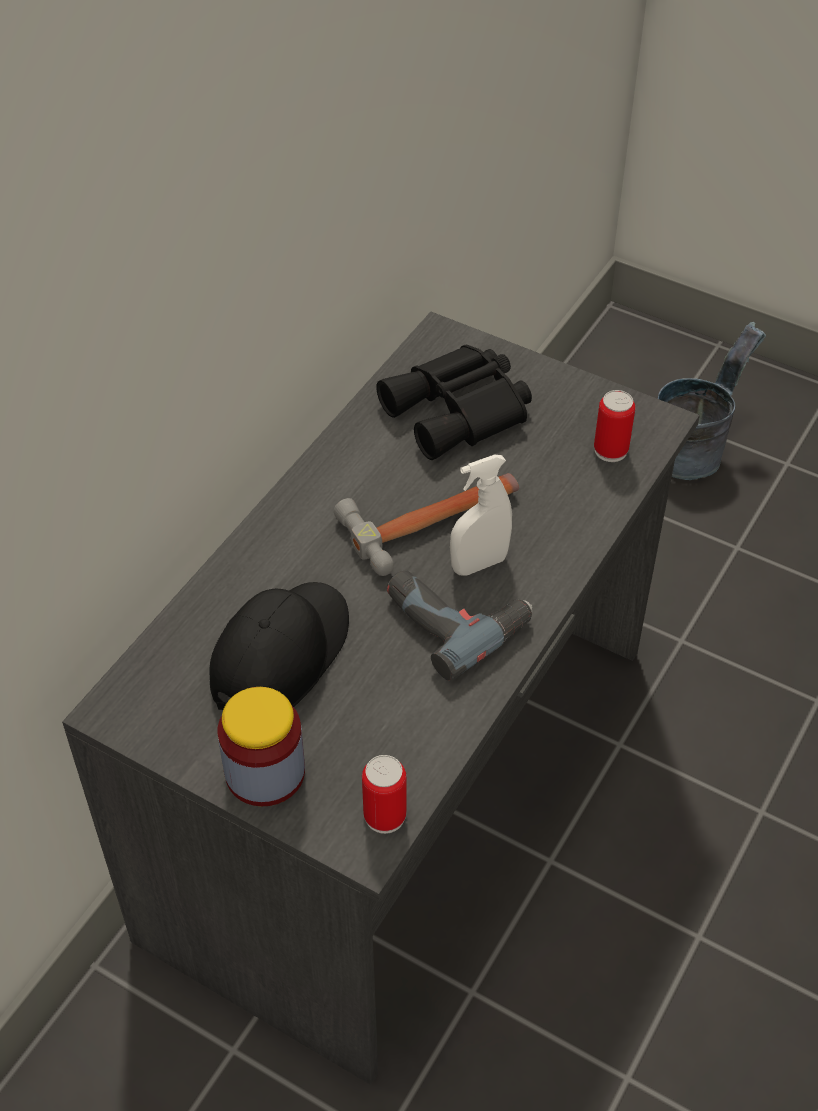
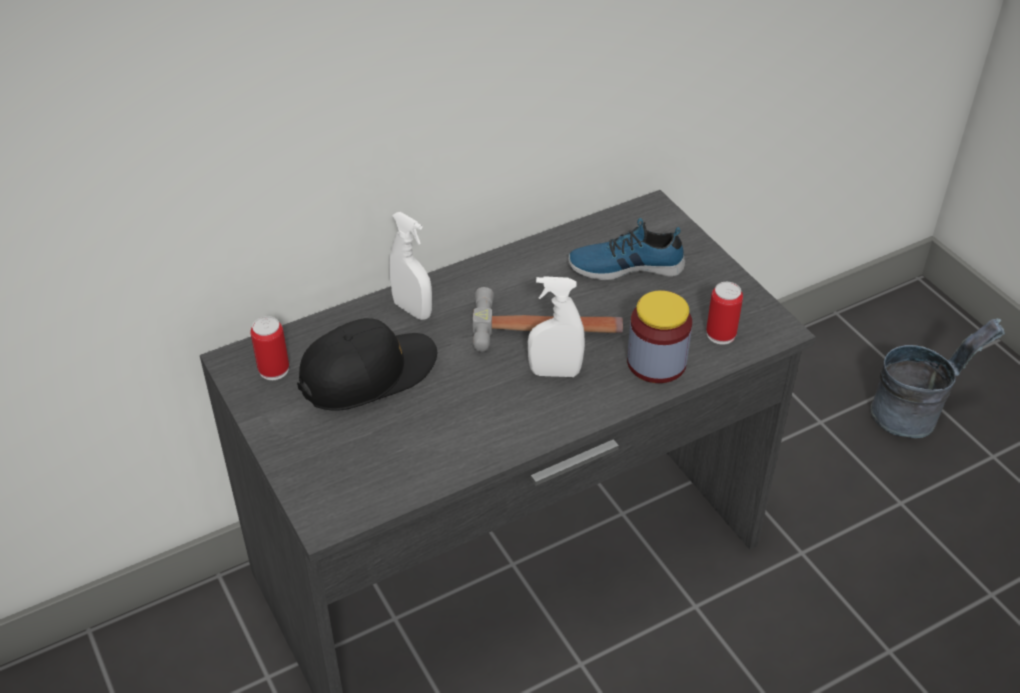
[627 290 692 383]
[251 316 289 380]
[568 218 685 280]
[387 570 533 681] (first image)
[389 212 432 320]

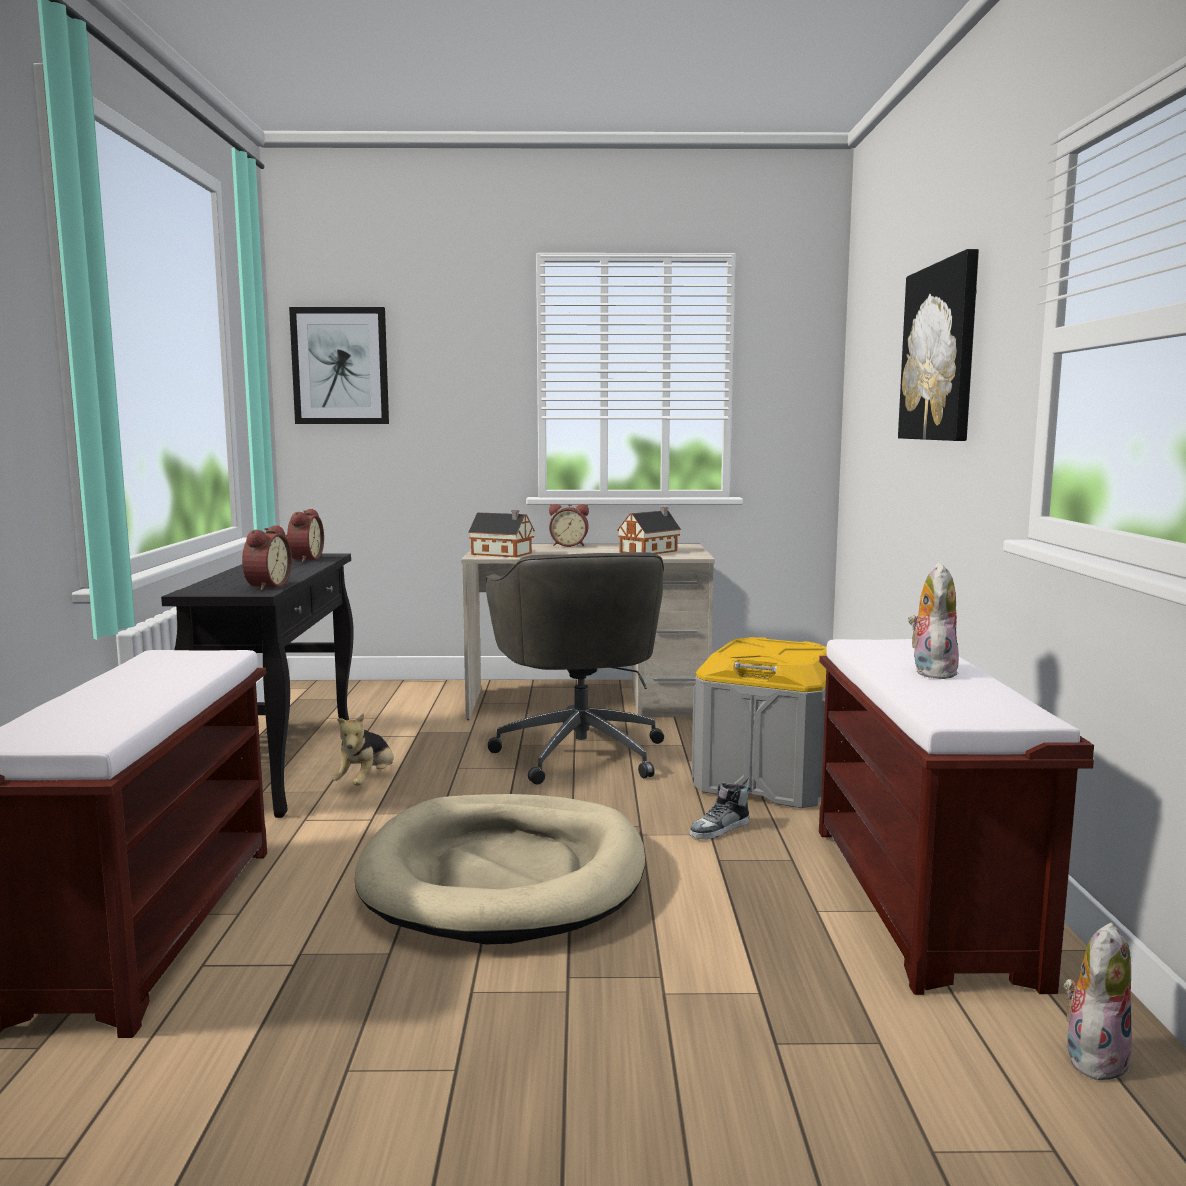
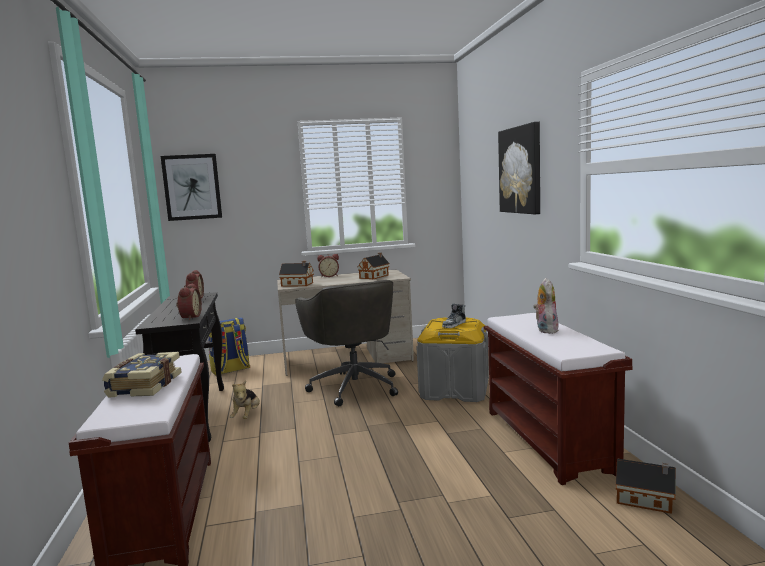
[355 794 645 944] (first image)
[442 304 466 328]
[616 459 676 514]
[102 352 181 397]
[208 317 250 376]

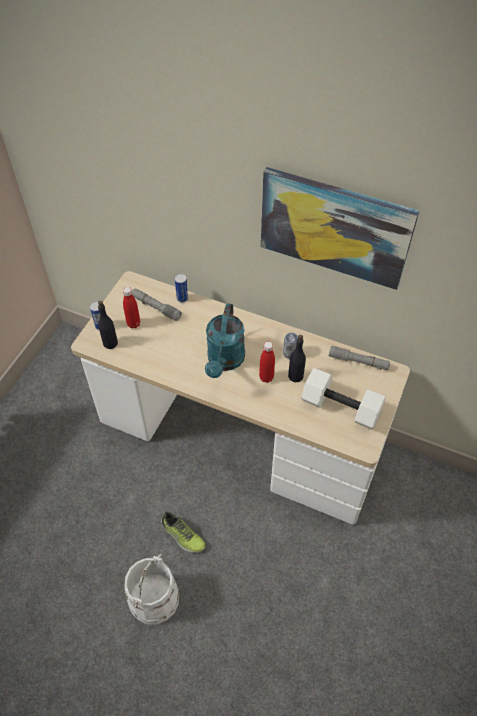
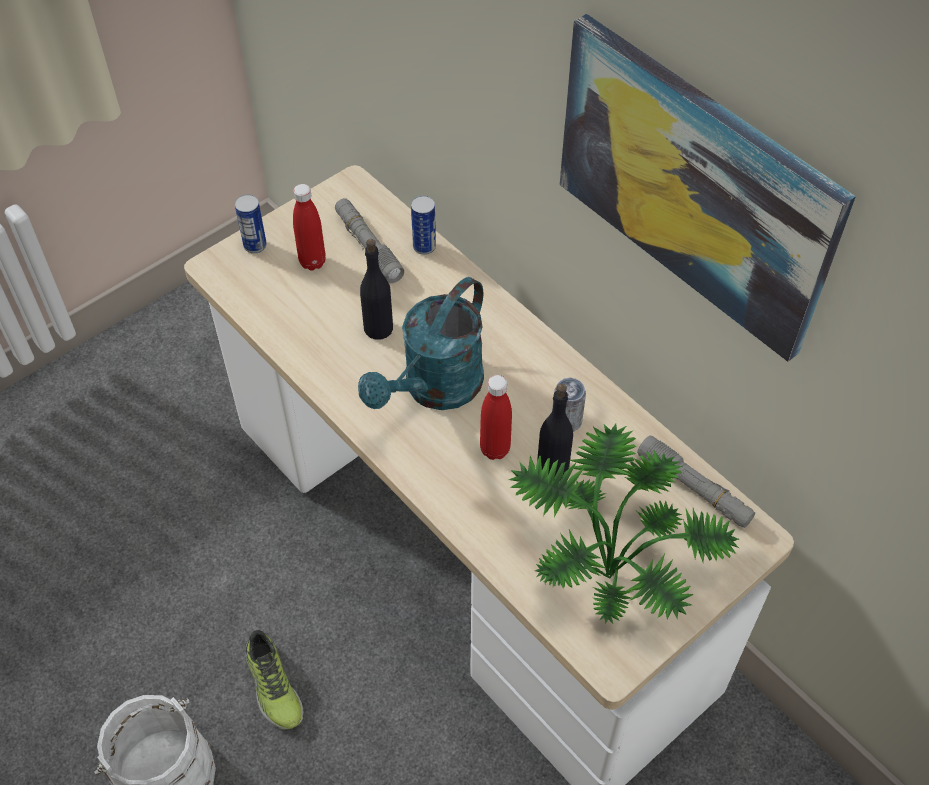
[360 239 393 340]
[509 424 739 624]

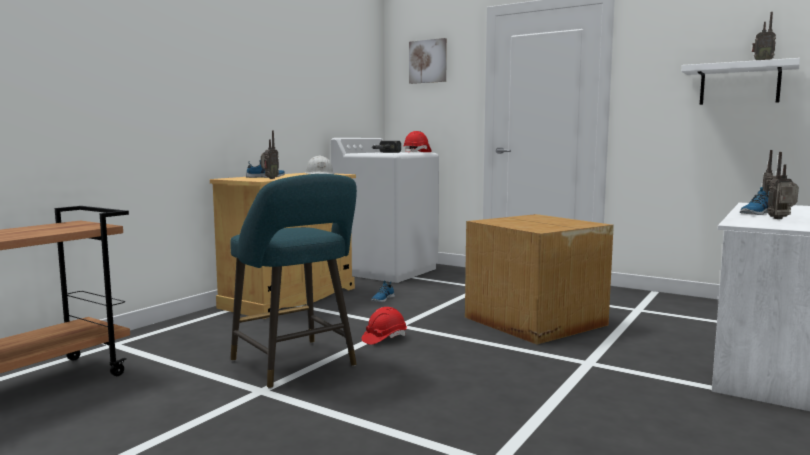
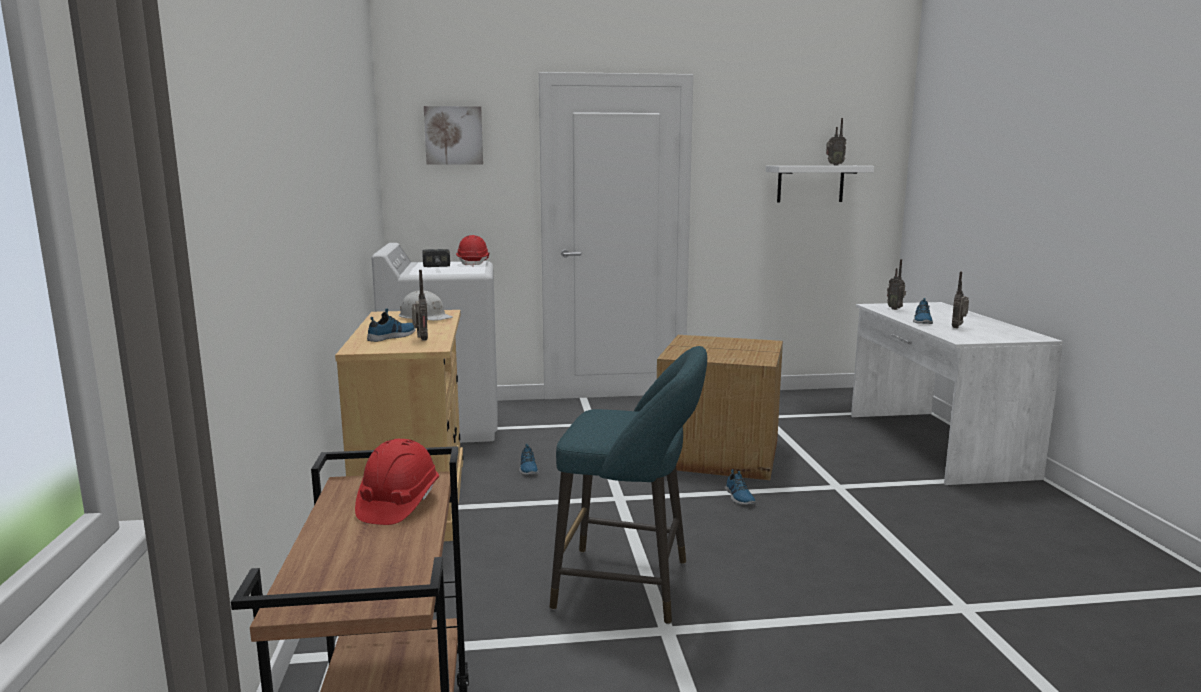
[355 439 439 525]
[725 469 756 505]

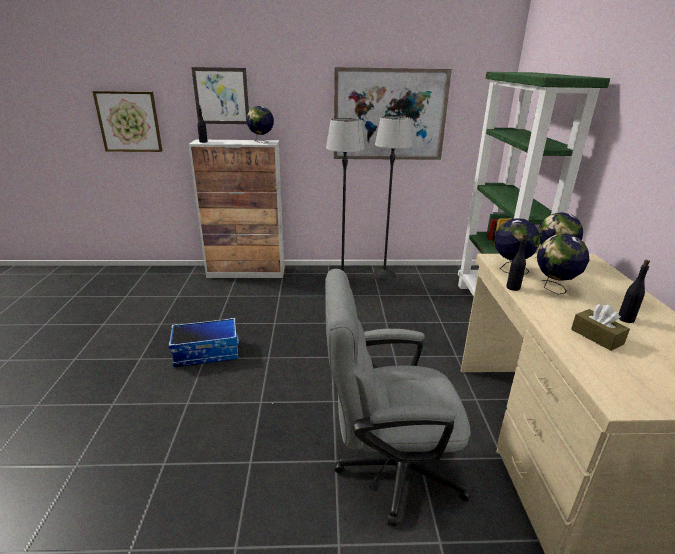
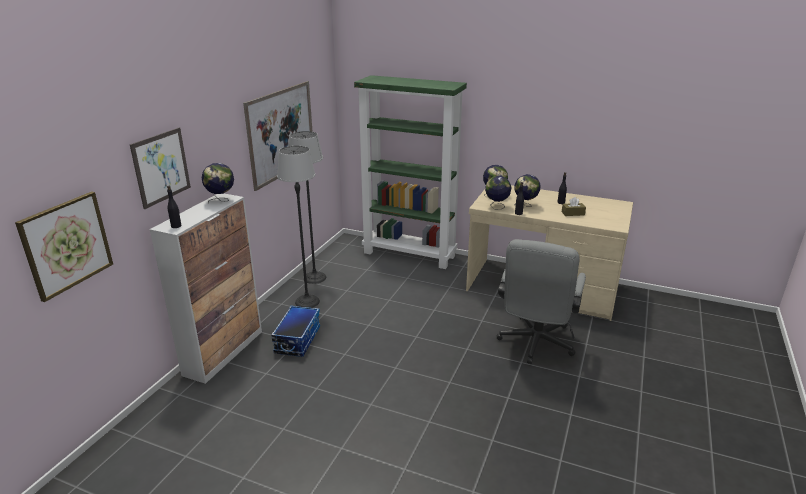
[271 306 320 357]

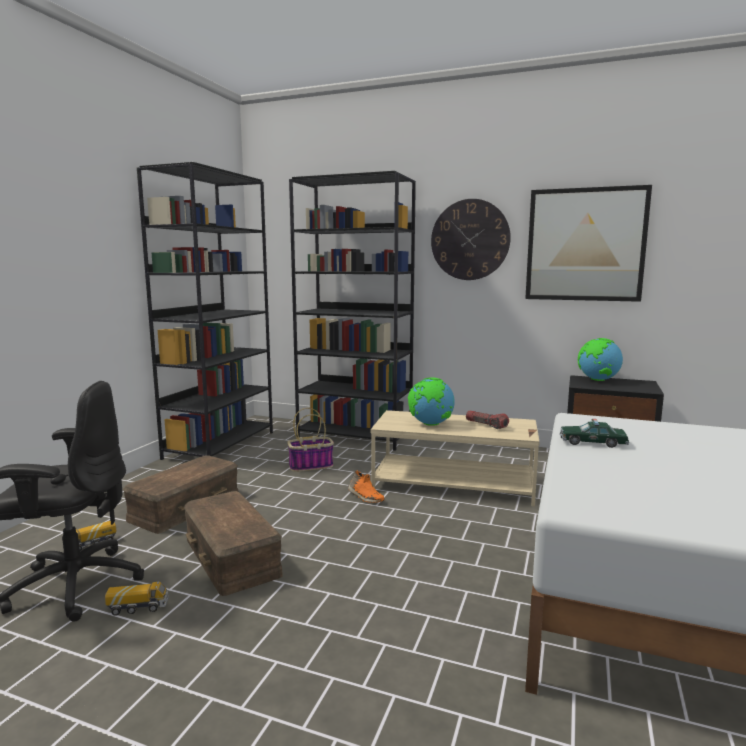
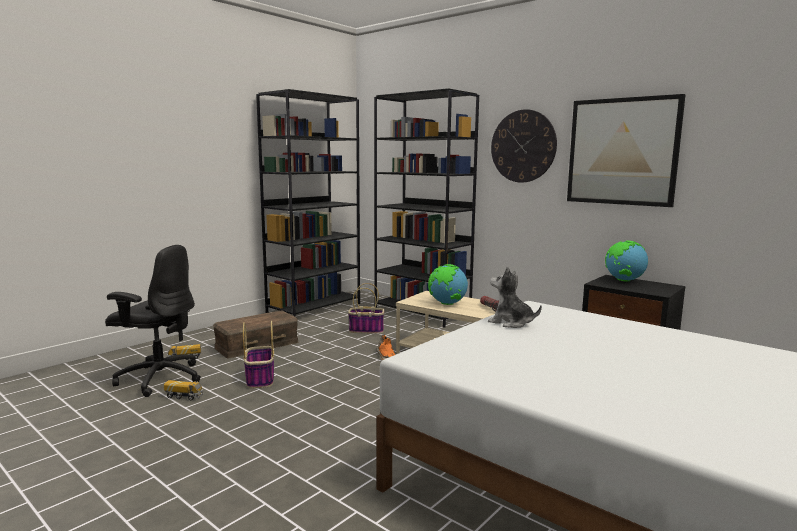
[243 321 274 388]
[488 267 542 328]

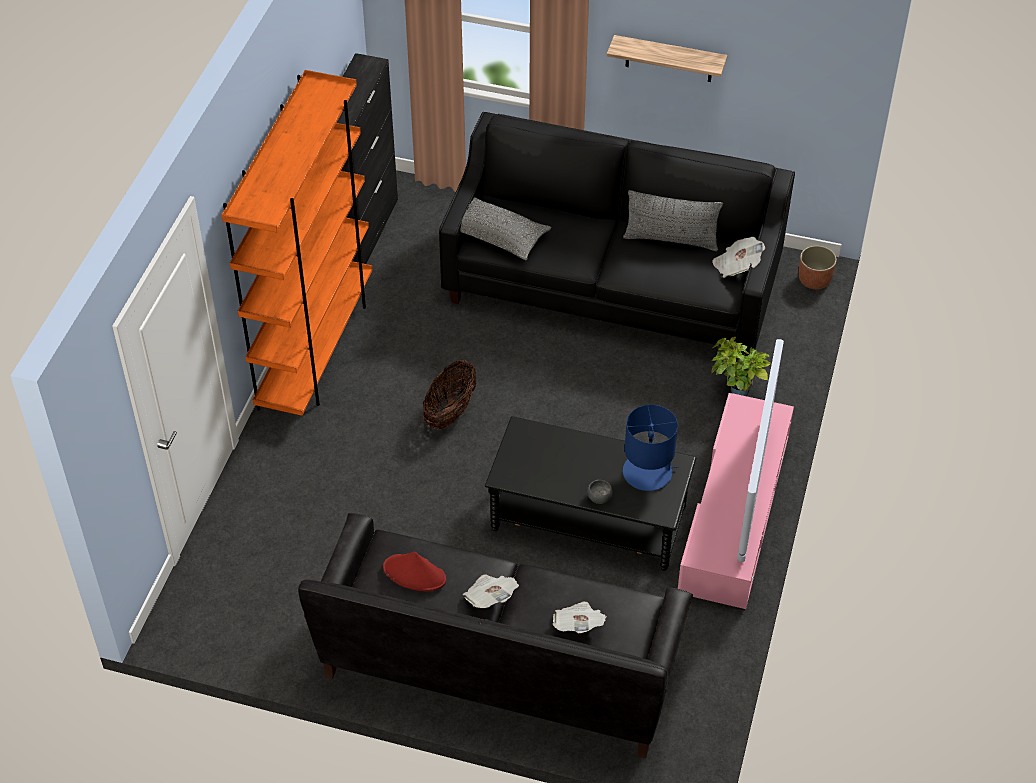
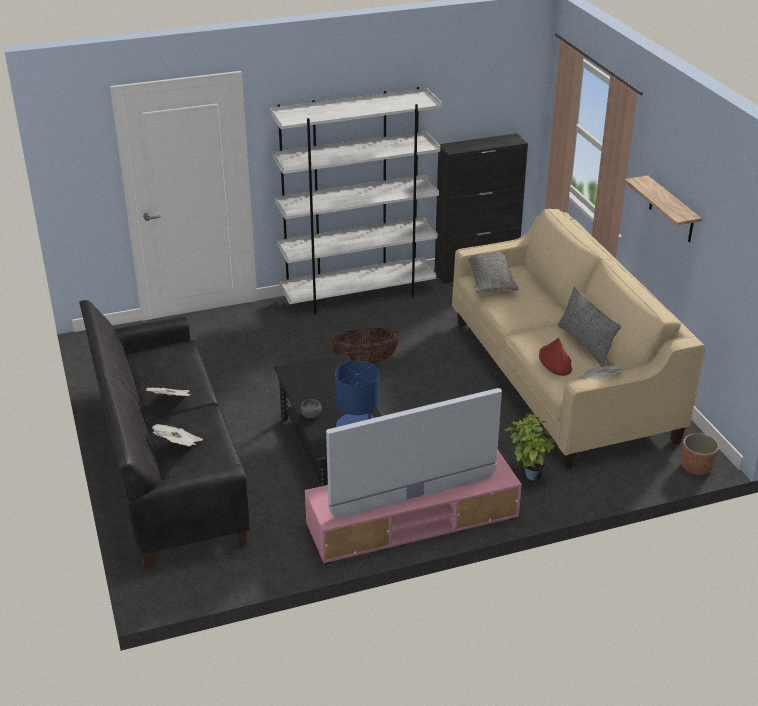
[270 87 442 315]
[539 338 572 376]
[452 208 706 469]

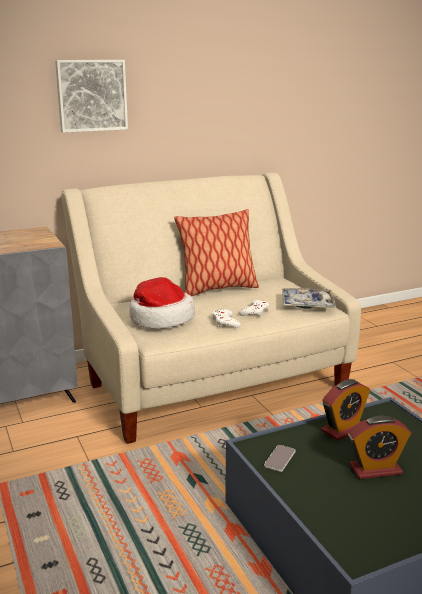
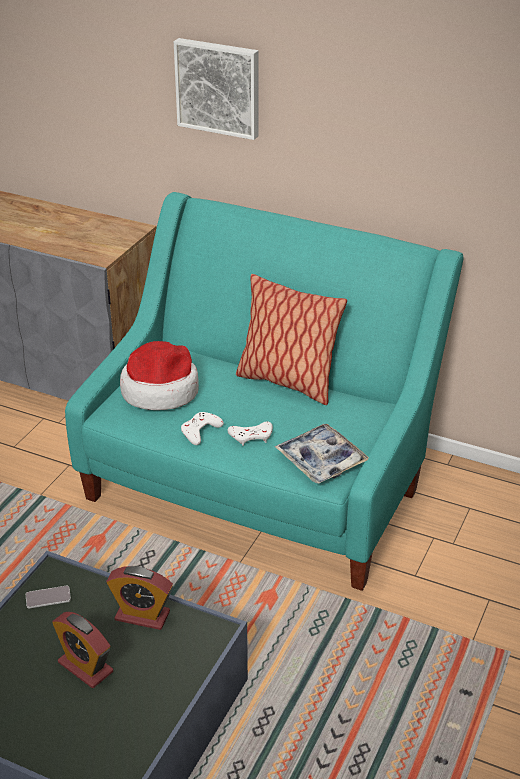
[65 192 464 591]

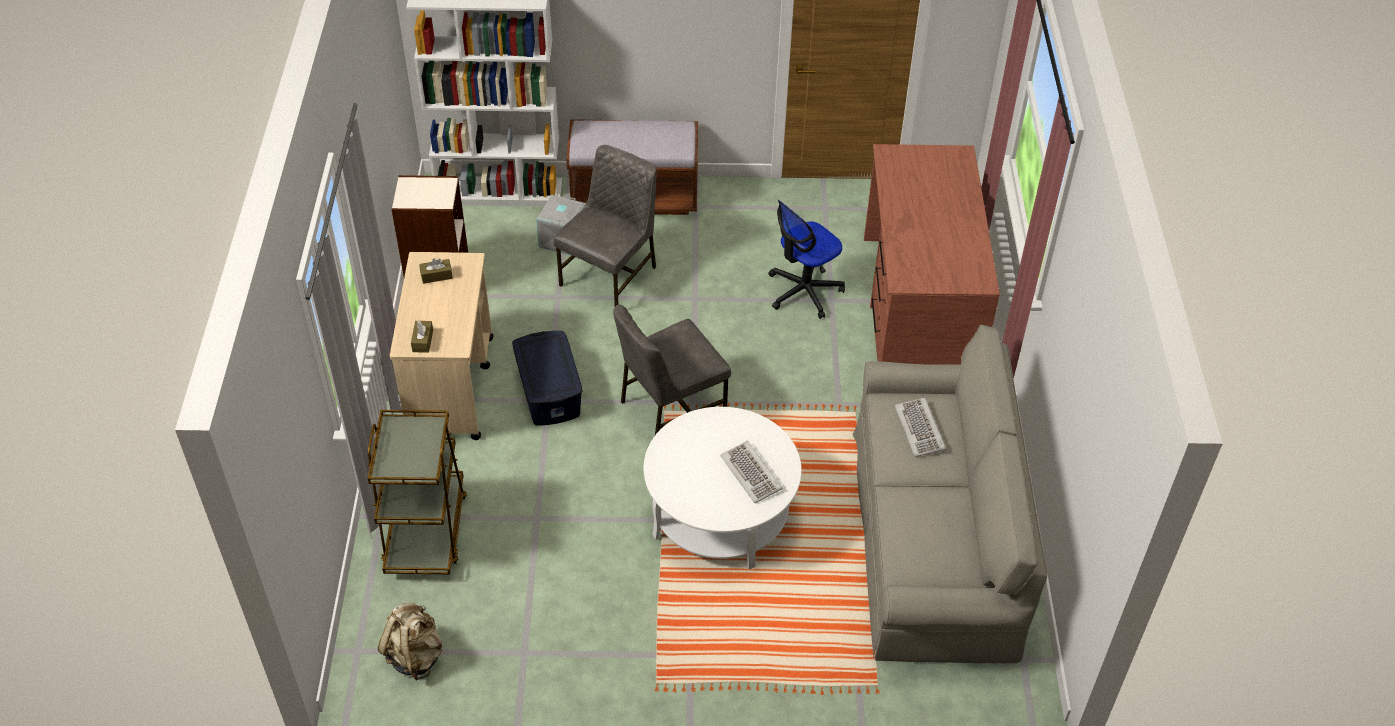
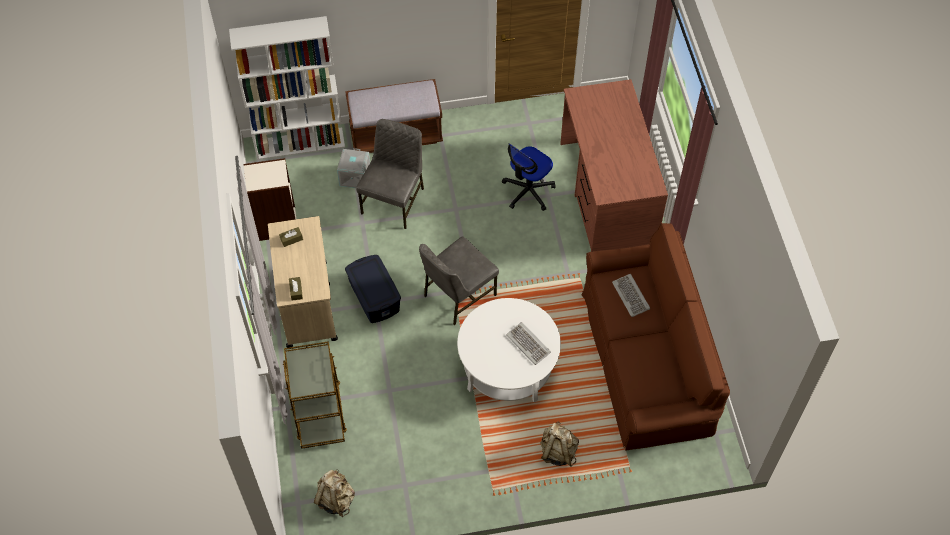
[581 223 730 450]
[540 422 579 467]

